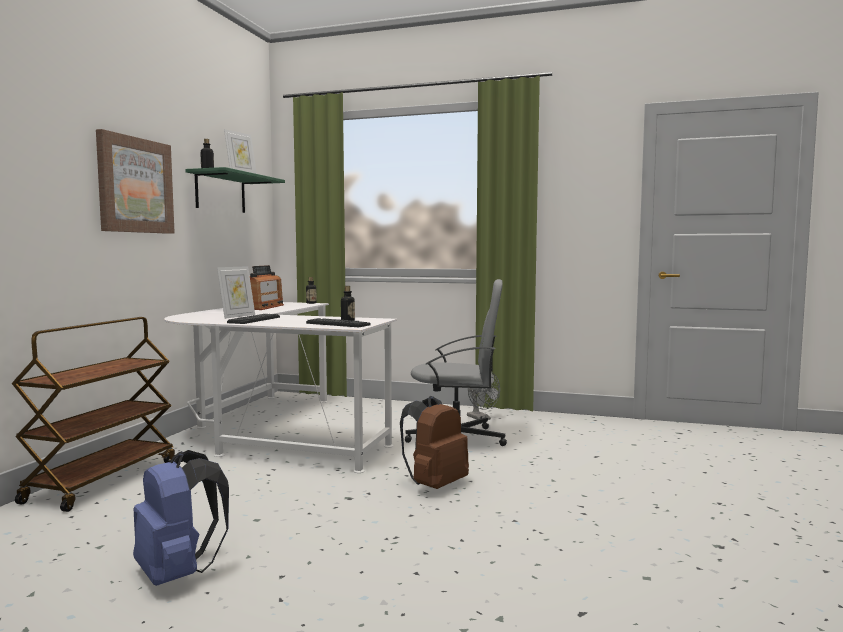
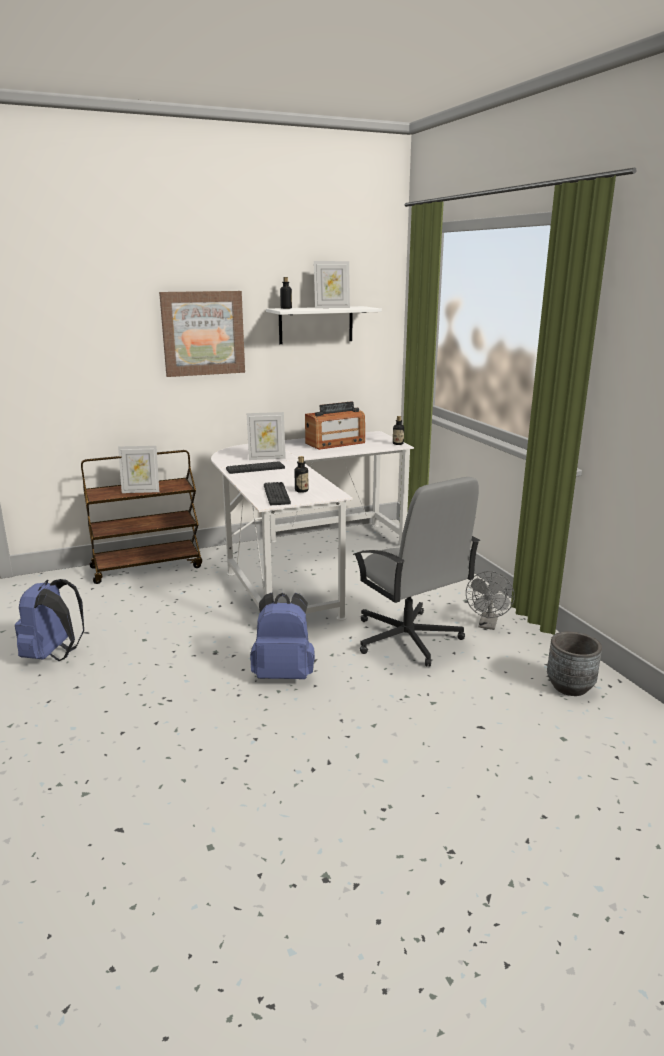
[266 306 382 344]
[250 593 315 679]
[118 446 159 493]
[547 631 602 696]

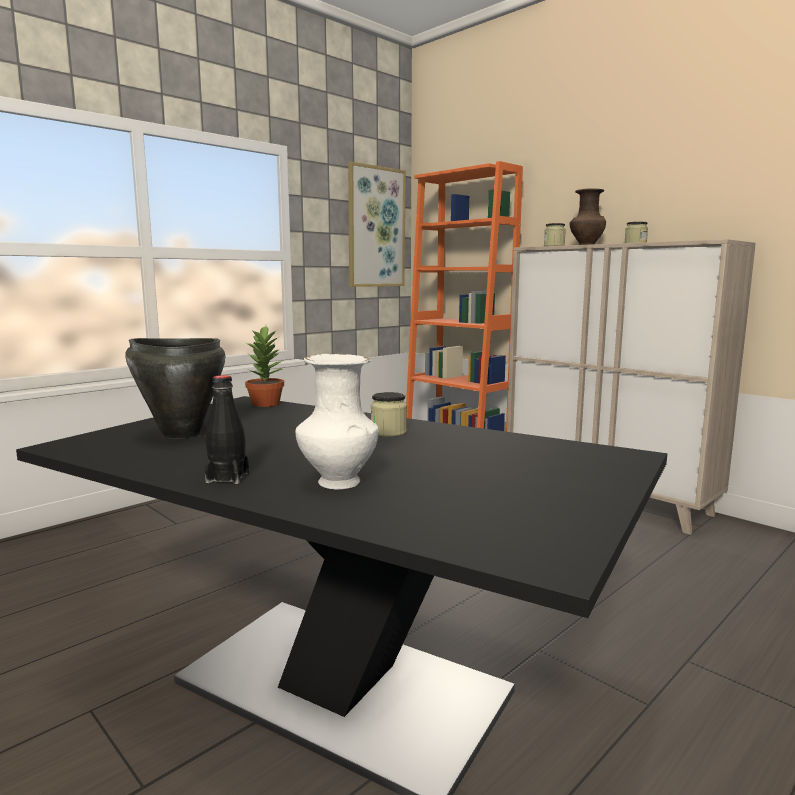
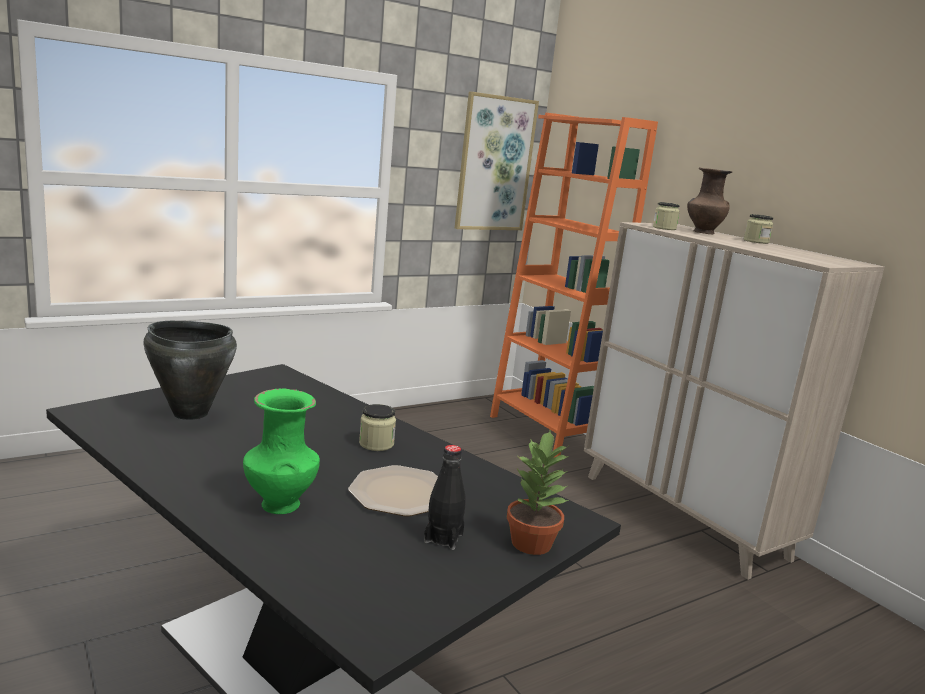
[424 445 466 550]
[507 429 570 555]
[243 388 320 514]
[348 465 438 516]

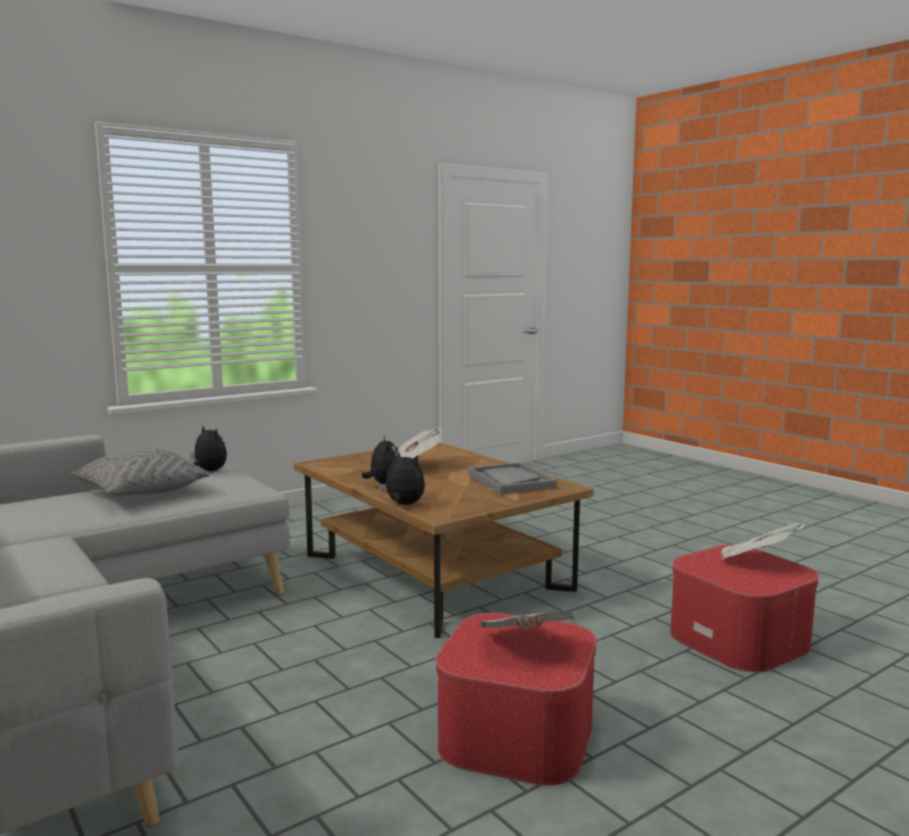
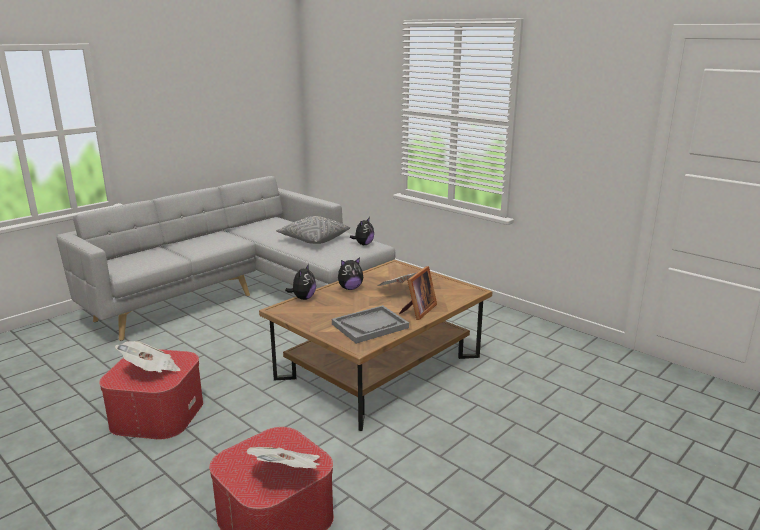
[399 266 437 320]

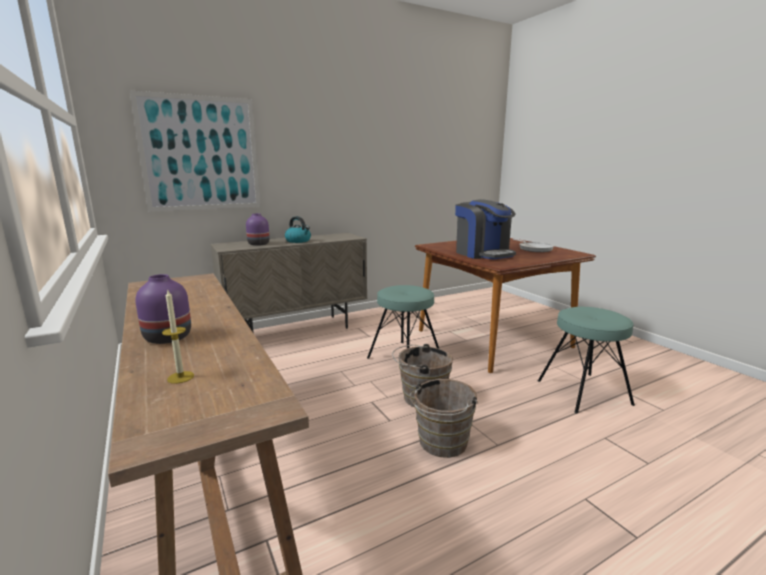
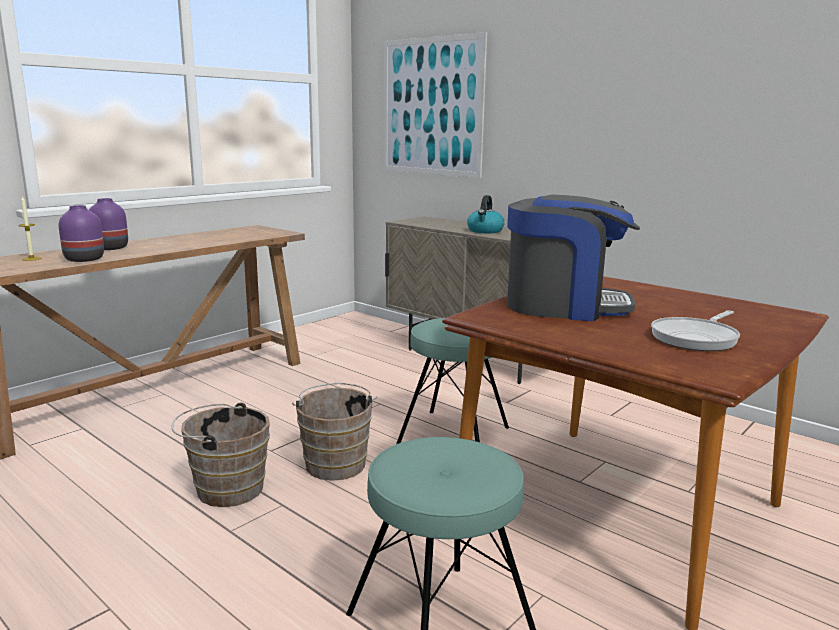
[59 205 104 262]
[507 195 640 321]

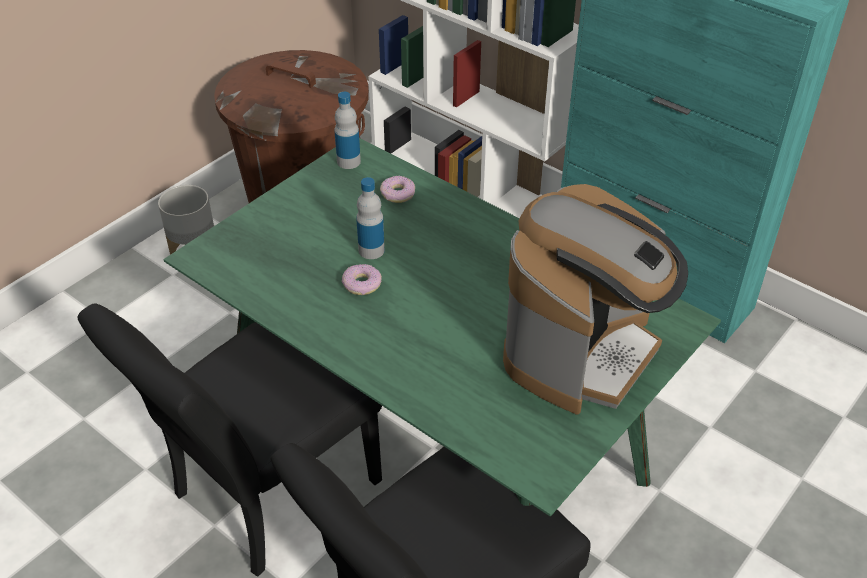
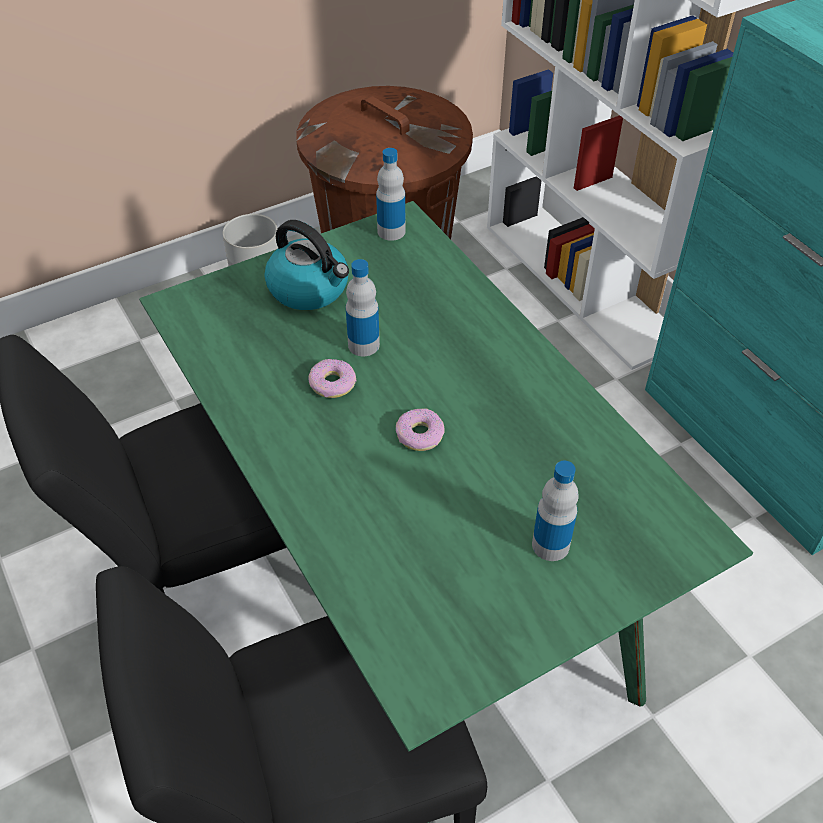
[396 409 445 451]
[532 461 579 561]
[264 220 349 310]

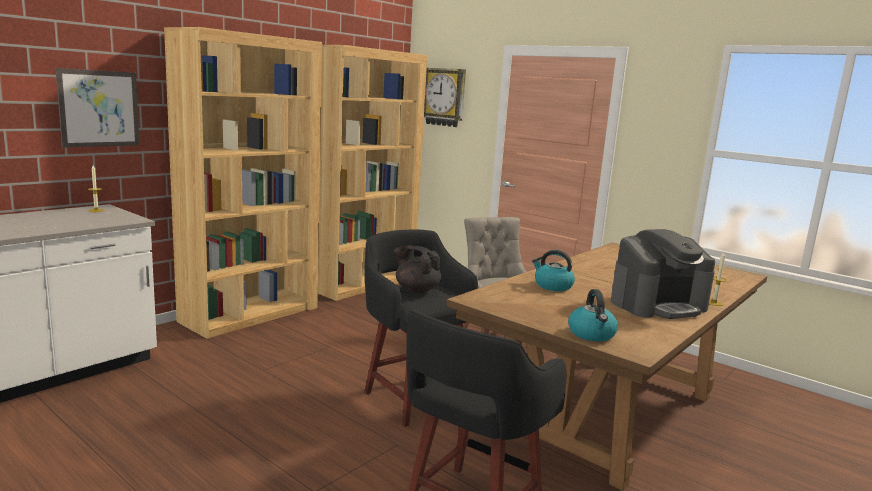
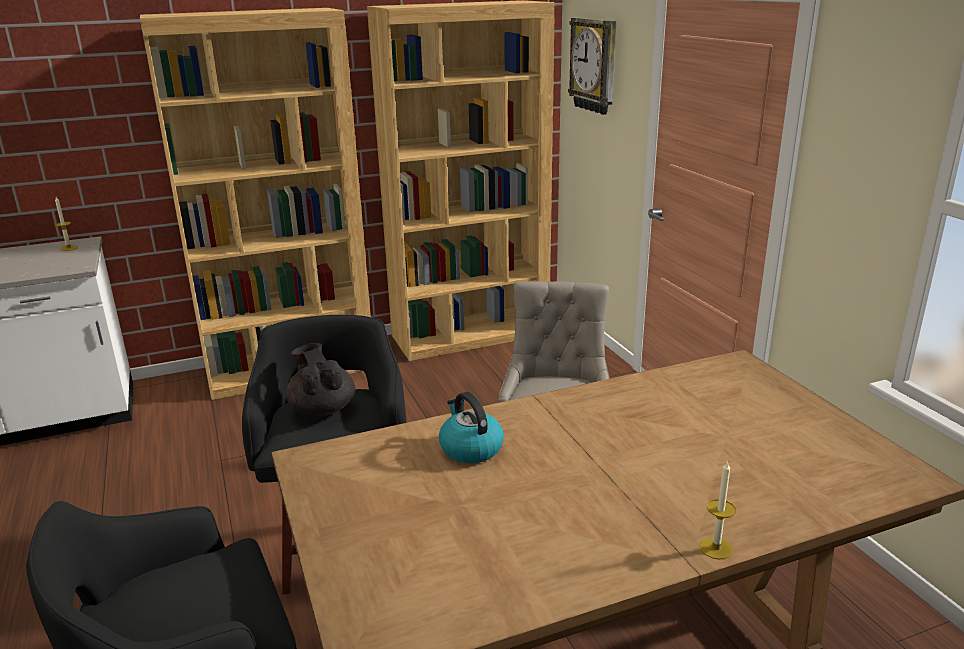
[55 68 140 148] (first image)
[568 289 618 342] (first image)
[611 229 715 319] (first image)

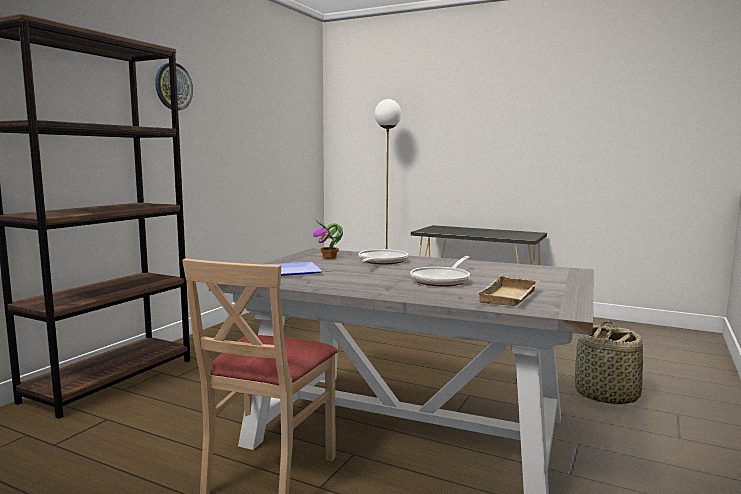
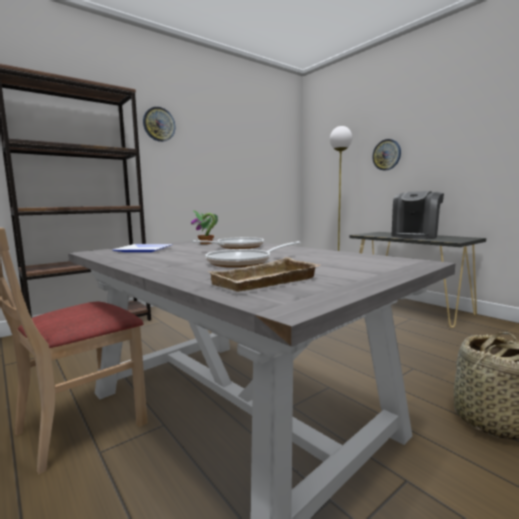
[372 139 401 170]
[392 191 444 239]

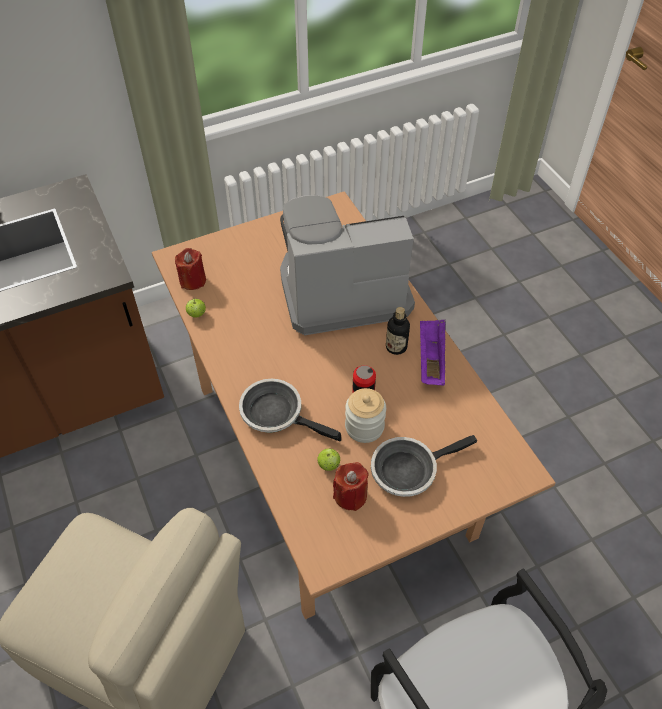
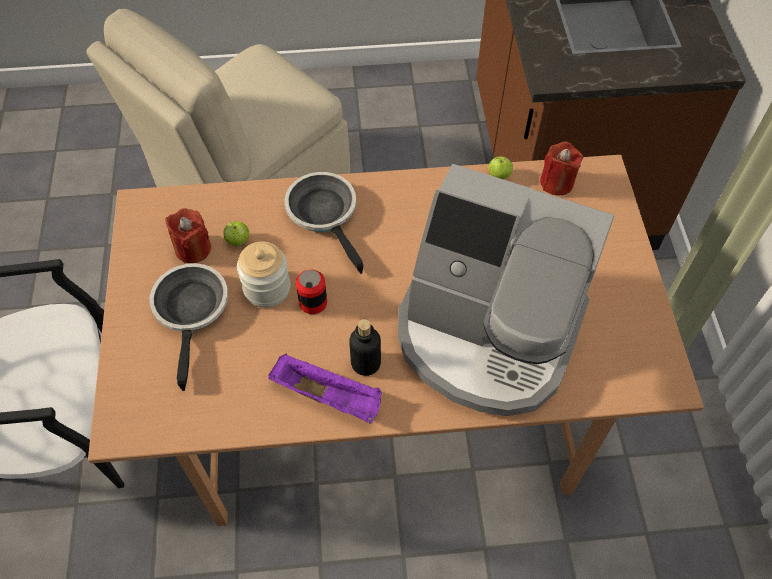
[285 172 364 274]
[398 164 614 416]

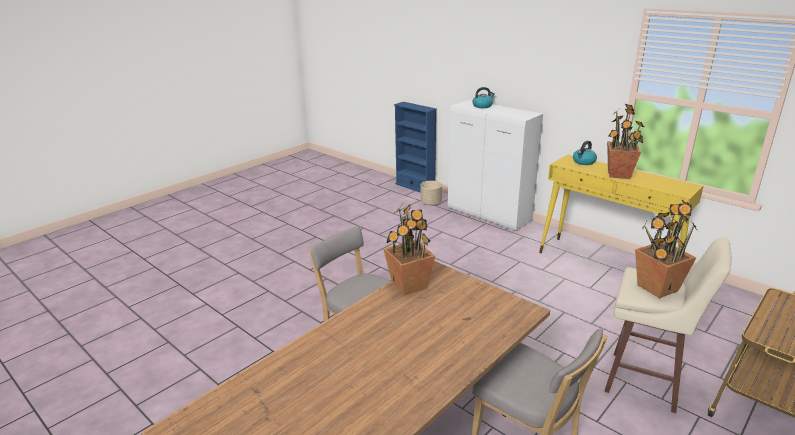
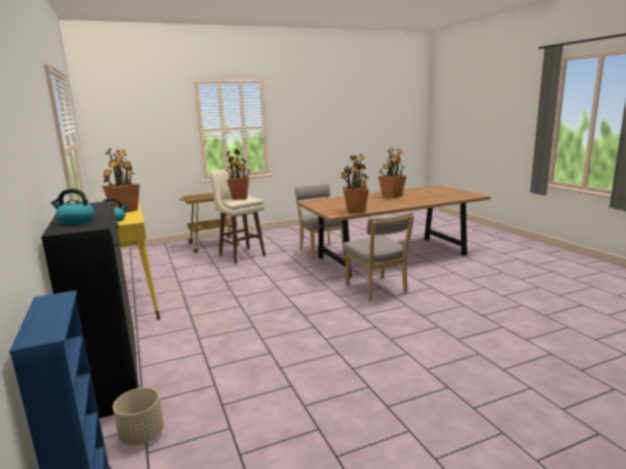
[41 201 139 418]
[378 147 406 198]

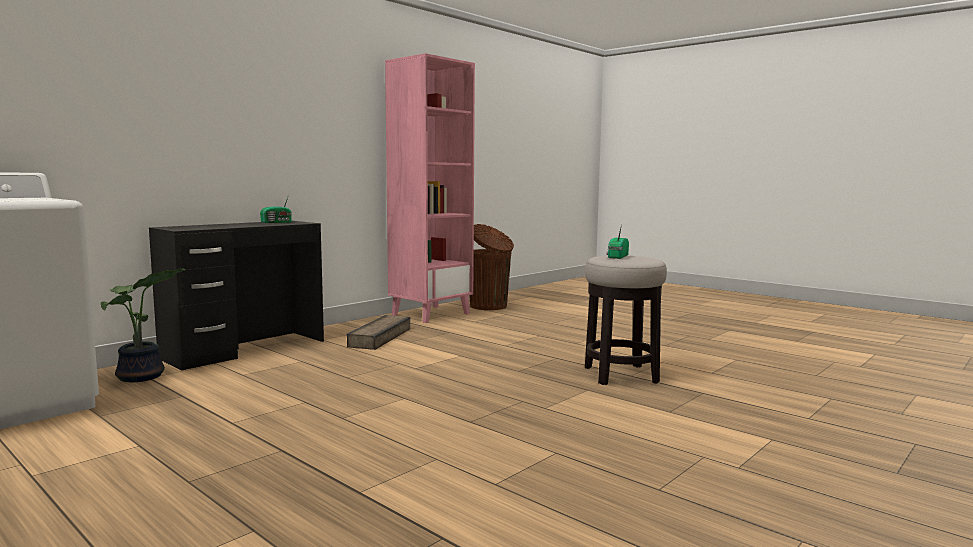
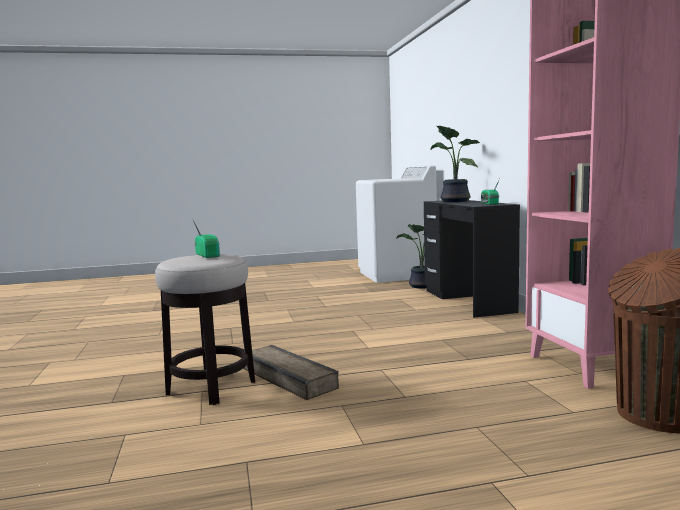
[243 345 339 400]
[430 126 480 202]

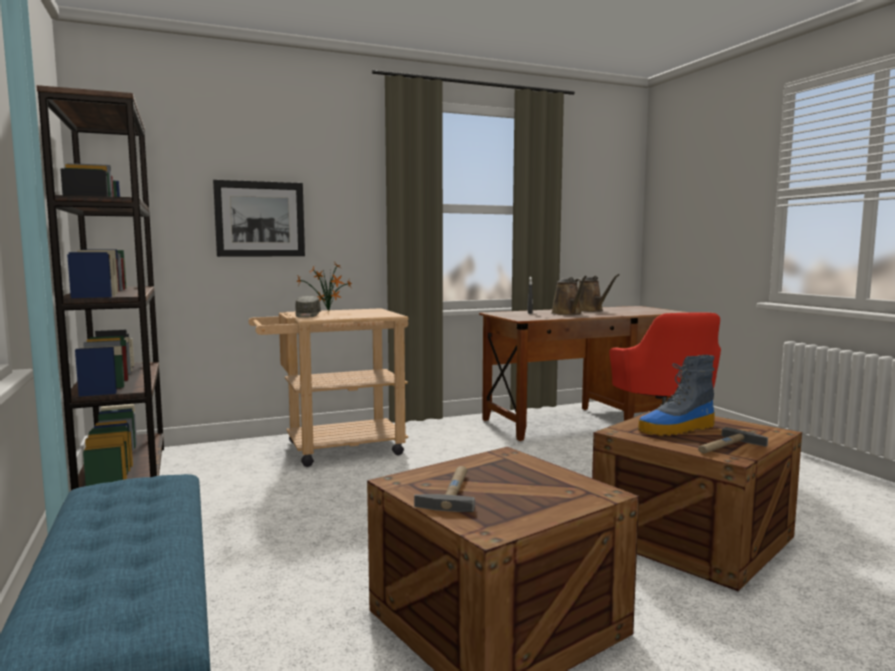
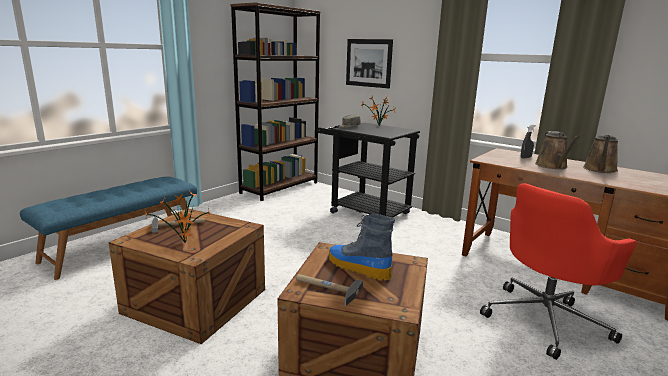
[317 123 420 217]
[535 131 580 169]
[145 190 211 243]

